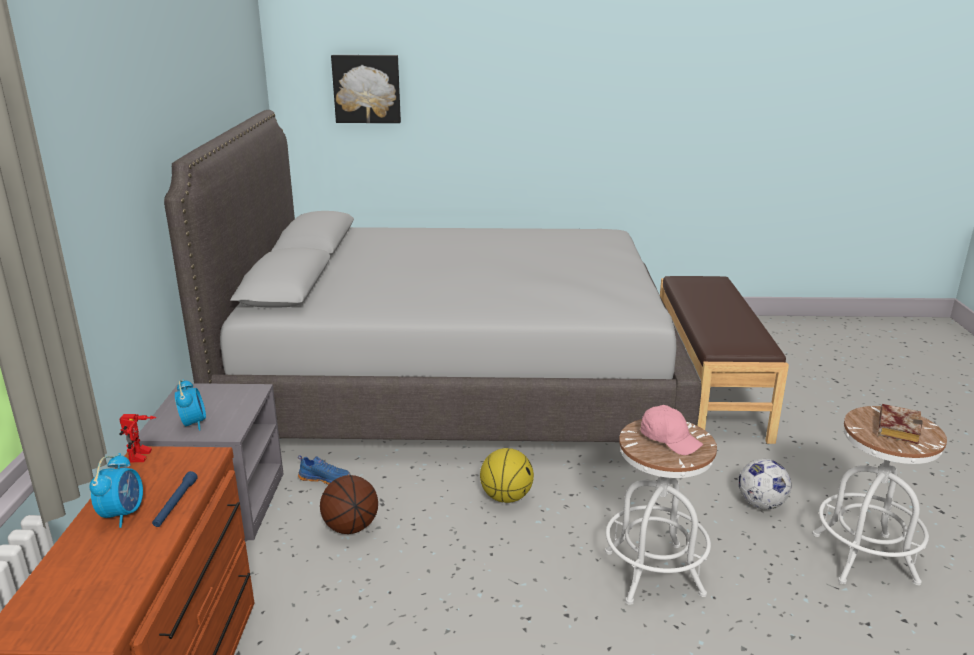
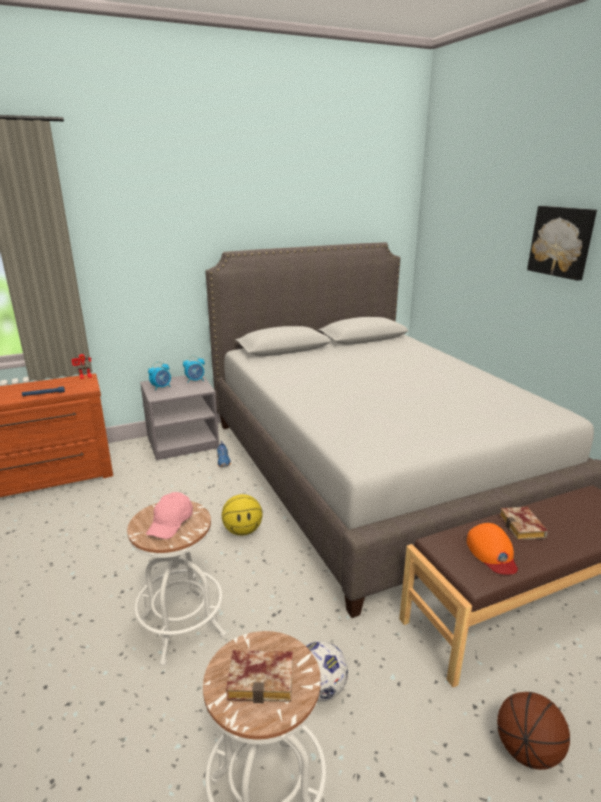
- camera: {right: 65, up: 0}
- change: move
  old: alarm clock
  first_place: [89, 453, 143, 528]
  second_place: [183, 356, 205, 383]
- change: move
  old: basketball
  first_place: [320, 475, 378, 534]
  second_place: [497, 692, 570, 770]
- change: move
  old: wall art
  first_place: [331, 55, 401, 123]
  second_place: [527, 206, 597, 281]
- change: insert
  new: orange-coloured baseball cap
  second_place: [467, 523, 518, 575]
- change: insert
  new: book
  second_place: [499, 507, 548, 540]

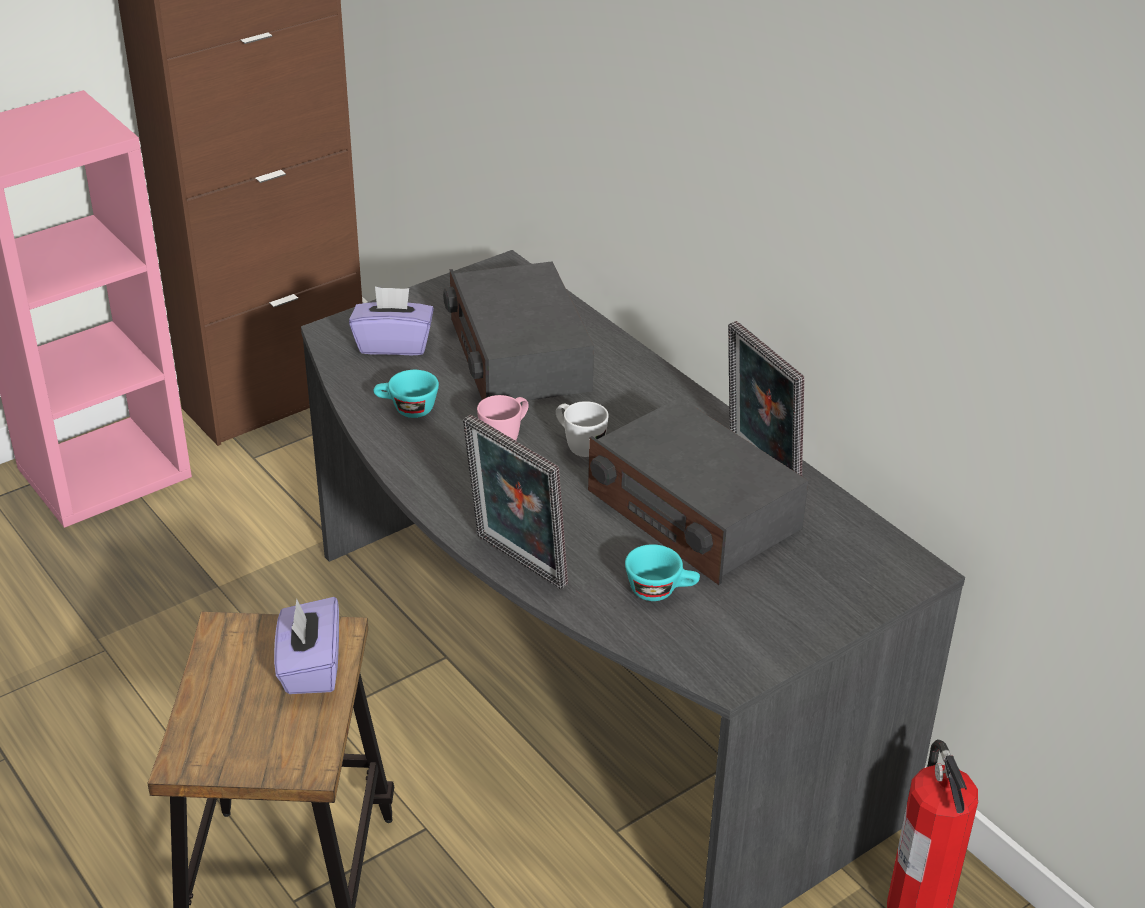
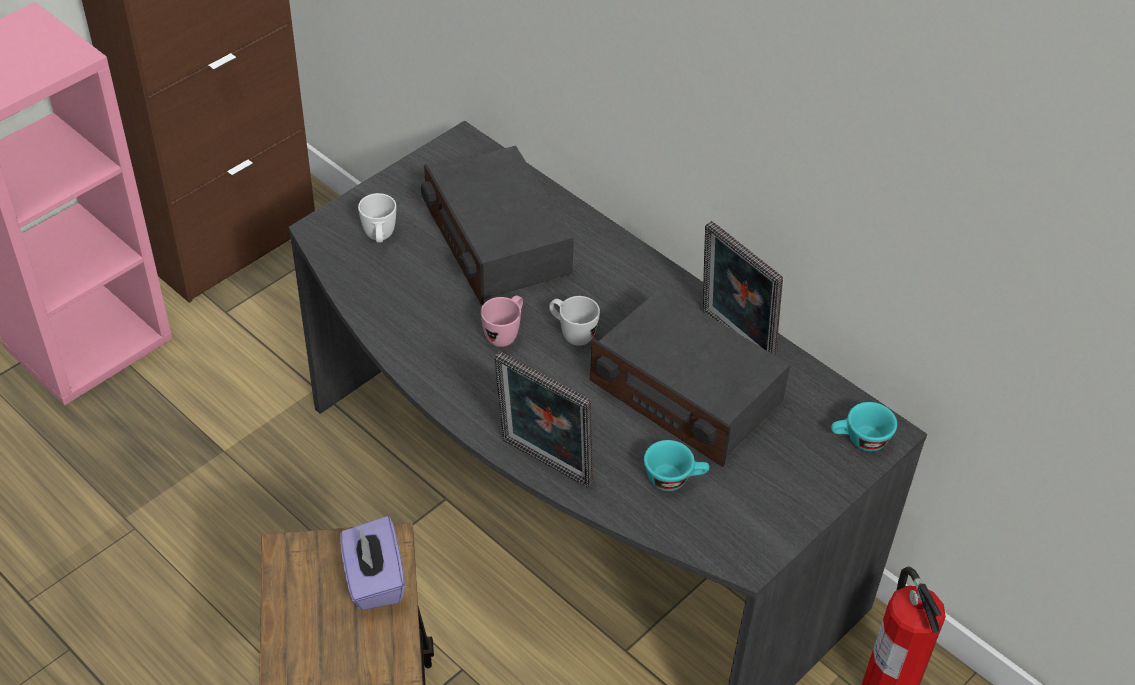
- camera: {right: -10, up: 10}
- change: replace
  old: purple tissue box
  new: whitish coffee mug
  first_place: [349, 287, 434, 355]
  second_place: [358, 193, 396, 243]
- change: move
  old: turquoise drinking cup
  first_place: [373, 370, 439, 418]
  second_place: [831, 402, 897, 452]

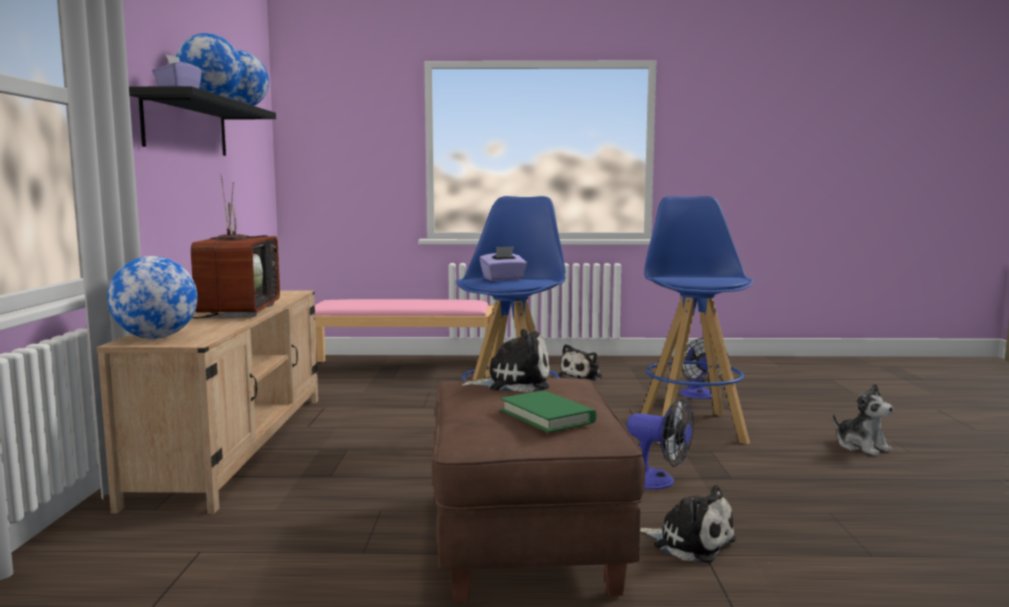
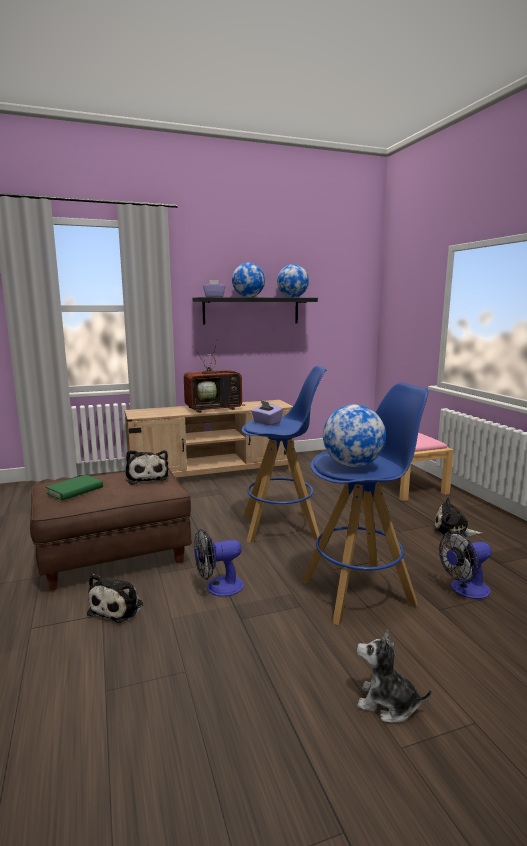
- camera: {right: 70, up: 5}
- change: move
  old: desk globe
  first_place: [107, 256, 198, 339]
  second_place: [323, 405, 386, 467]
- change: rotate
  old: fan
  first_place: [627, 398, 694, 489]
  second_place: [194, 529, 244, 597]
  degrees: 60
- change: rotate
  old: plush toy
  first_place: [833, 383, 893, 456]
  second_place: [357, 630, 432, 723]
  degrees: 75

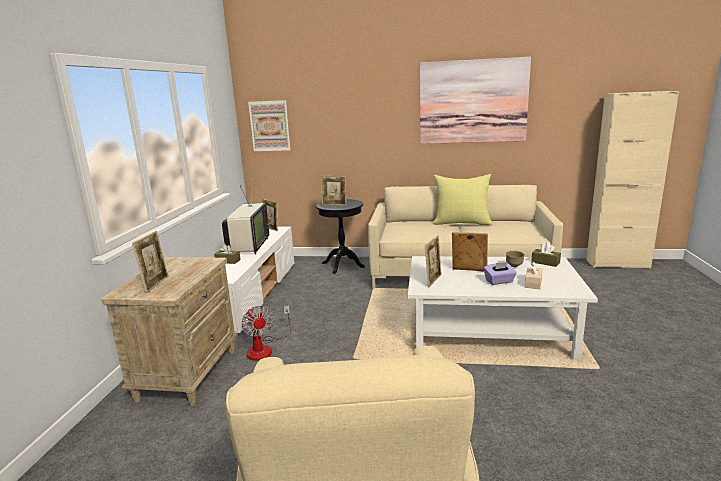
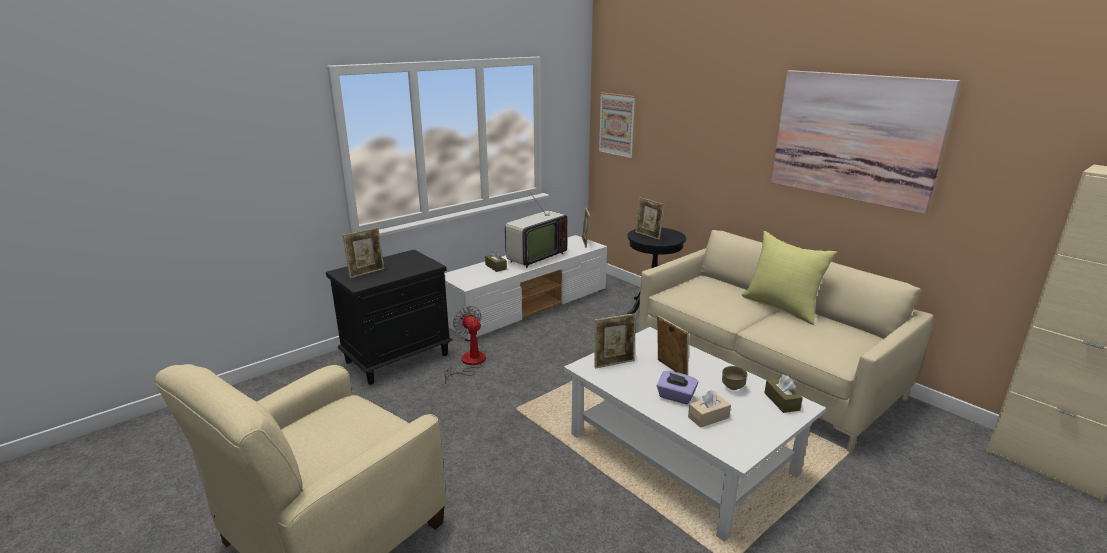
- camera: {right: 40, up: 5}
- change: recolor
  old: beige-coloured nightstand
  new: blackish nightstand
  first_place: [101, 257, 238, 406]
  second_place: [326, 250, 453, 385]
- change: rotate
  old: fan
  first_place: [241, 305, 291, 361]
  second_place: [443, 306, 486, 384]
  degrees: 135

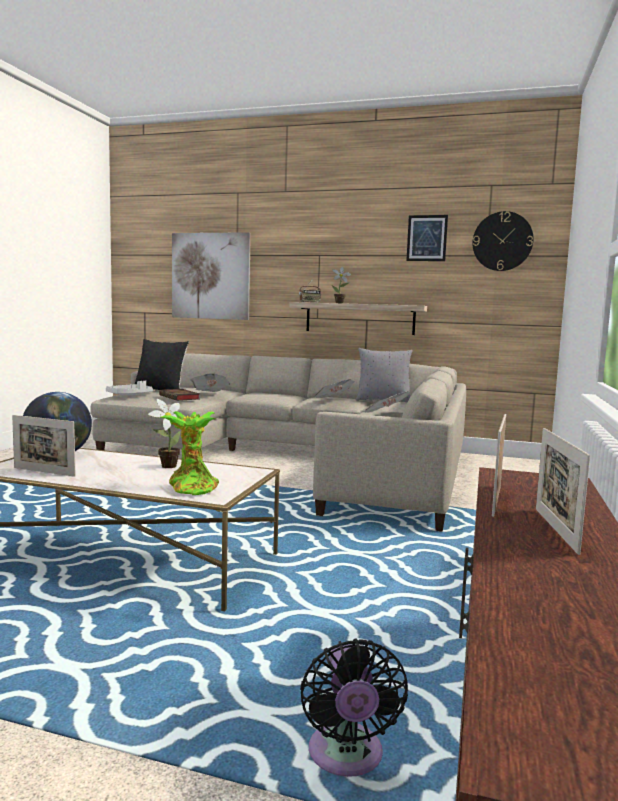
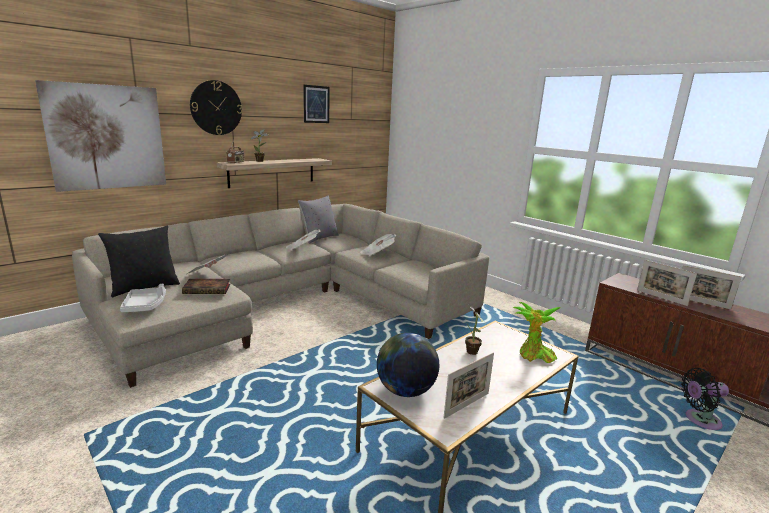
- camera: {right: -60, up: 10}
- change: rotate
  old: blackish fan
  first_place: [300, 639, 408, 777]
  second_place: [681, 368, 729, 430]
  degrees: 150
- change: move
  old: hanging clock
  first_place: [472, 211, 534, 271]
  second_place: [190, 80, 242, 135]

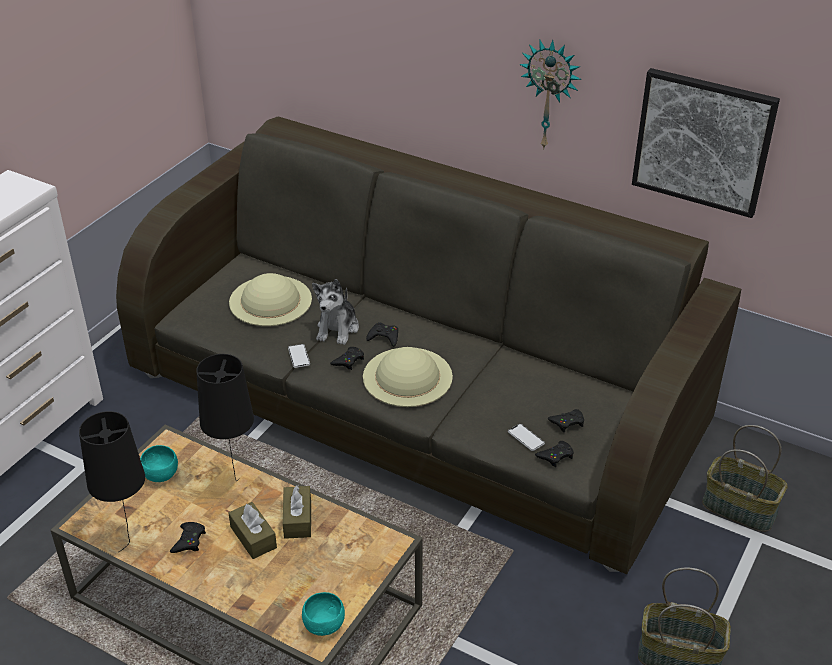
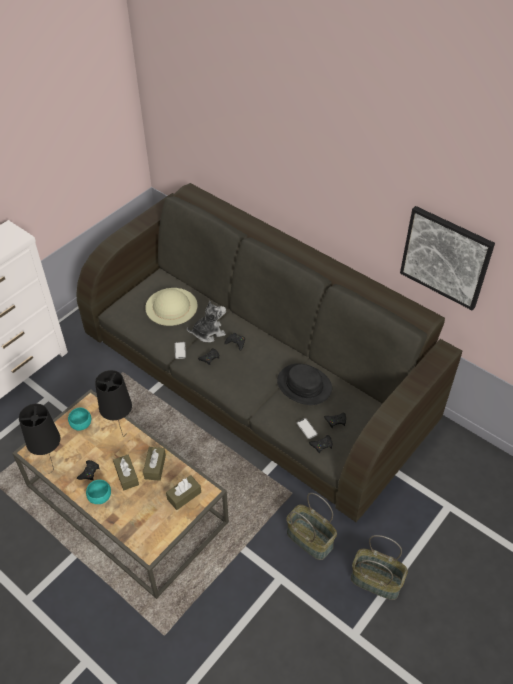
- camera: {right: 10, up: 10}
- change: move
  old: turquoise deep dish
  first_place: [302, 592, 345, 636]
  second_place: [86, 480, 111, 504]
- change: rotate
  old: plush toy
  first_place: [312, 279, 359, 345]
  second_place: [187, 301, 226, 342]
  degrees: -135
- change: delete
  old: beige-coloured wearable hat
  first_place: [363, 347, 453, 407]
- change: delete
  old: hanging clock
  first_place: [519, 39, 581, 150]
- change: move
  old: basket
  first_place: [702, 425, 788, 532]
  second_place: [286, 493, 337, 560]
- change: insert
  new: brown tissue box
  second_place: [166, 475, 201, 510]
- change: insert
  new: blackish wearable hat
  second_place: [277, 364, 332, 405]

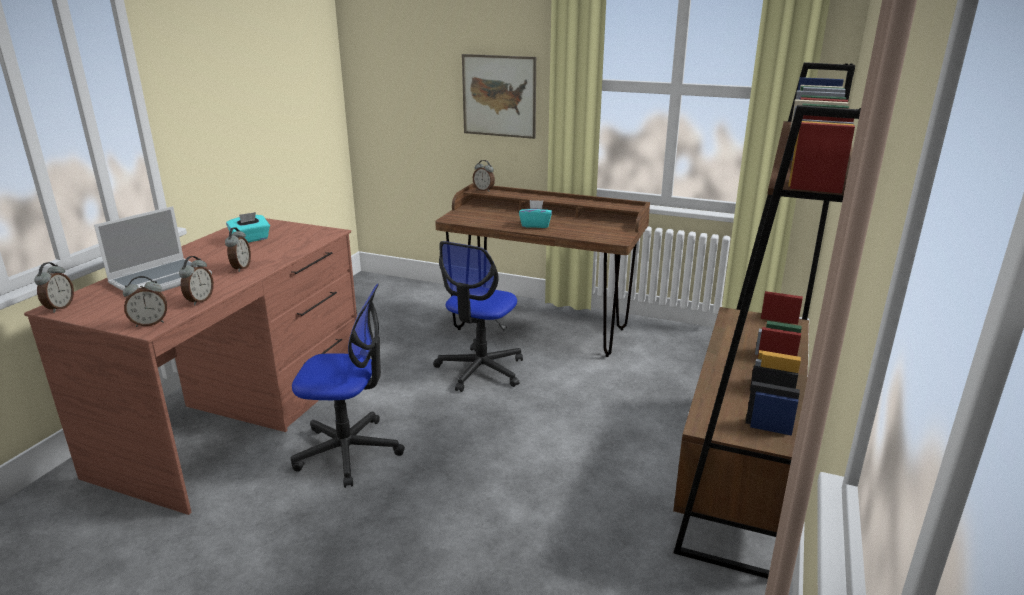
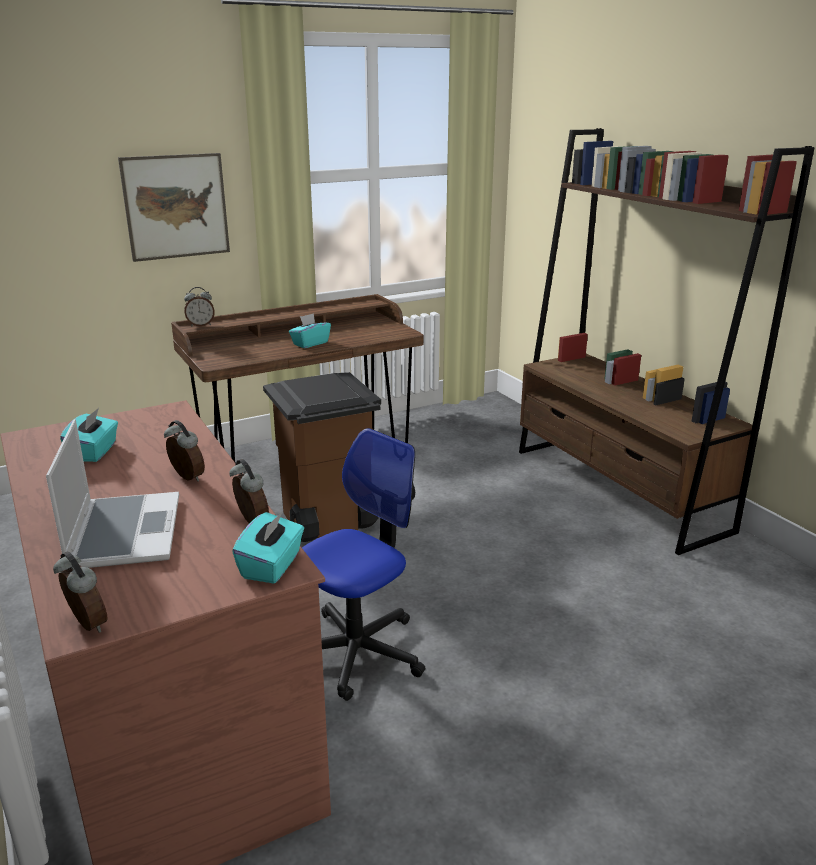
- camera: {right: -50, up: 0}
- change: replace
  old: alarm clock
  new: turquoise tissue box
  first_place: [123, 276, 167, 327]
  second_place: [232, 511, 304, 584]
- change: replace
  old: office chair
  new: brown waste bin
  first_place: [433, 241, 523, 392]
  second_place: [263, 372, 381, 542]

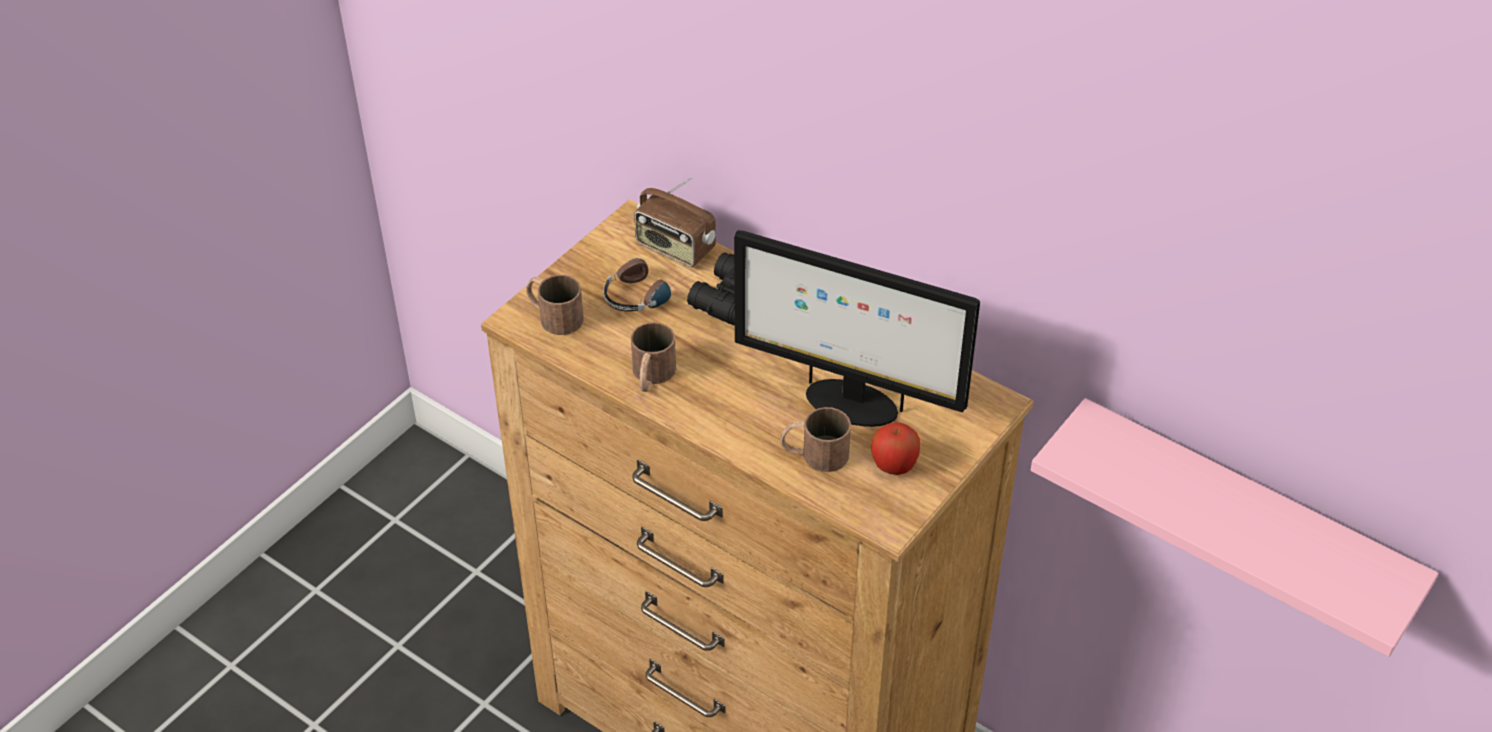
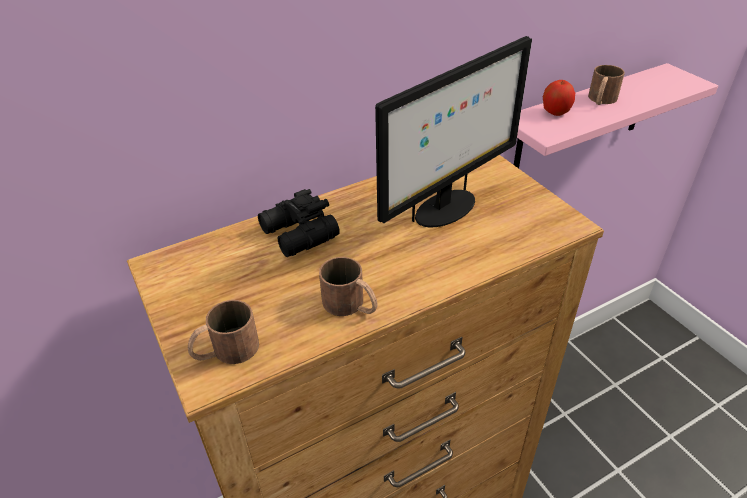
- camera: {right: -65, up: -5}
- change: delete
  old: pair of headphones
  first_place: [603, 258, 693, 312]
- change: delete
  old: radio set
  first_place: [634, 177, 716, 267]
- change: move
  old: brown coffee mug
  first_place: [780, 407, 851, 472]
  second_place: [588, 65, 625, 105]
- change: move
  old: apple
  first_place: [871, 423, 920, 475]
  second_place: [543, 80, 575, 116]

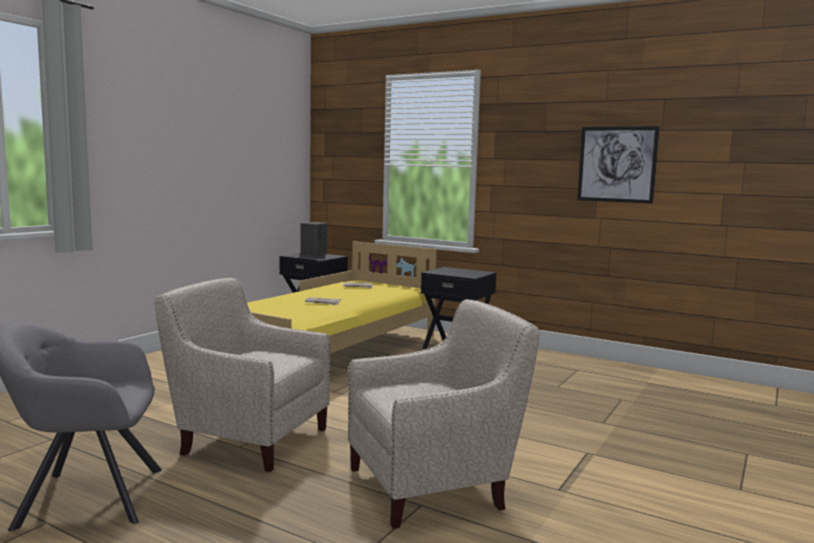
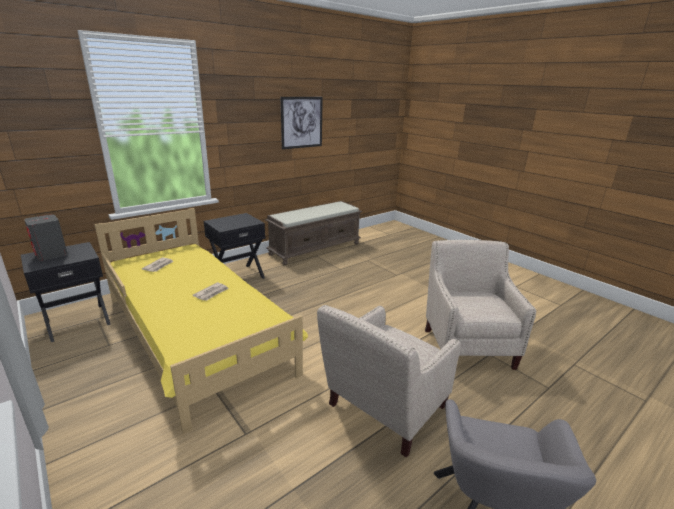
- camera: {right: -70, up: 15}
- change: insert
  new: brown long seat
  second_place: [265, 201, 363, 265]

